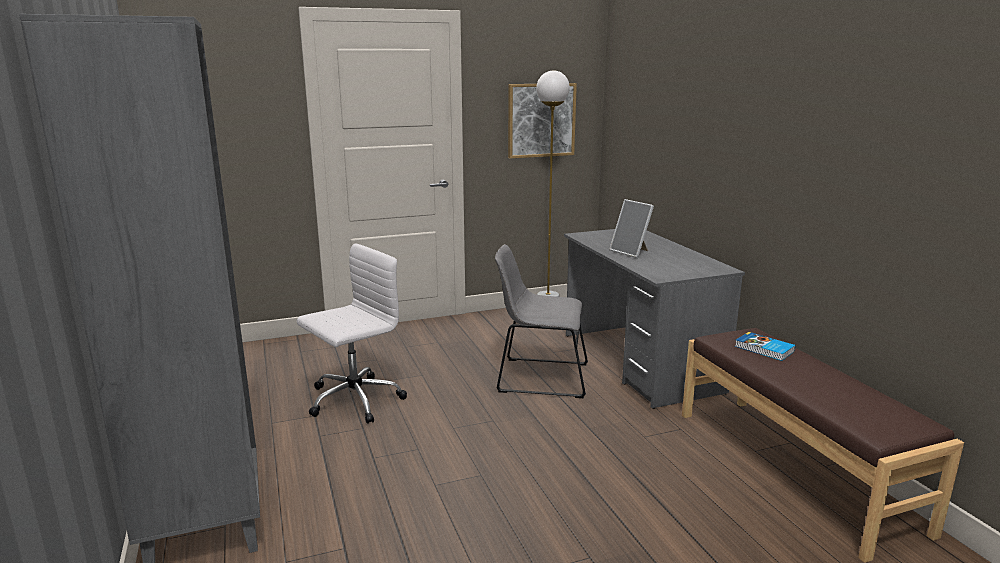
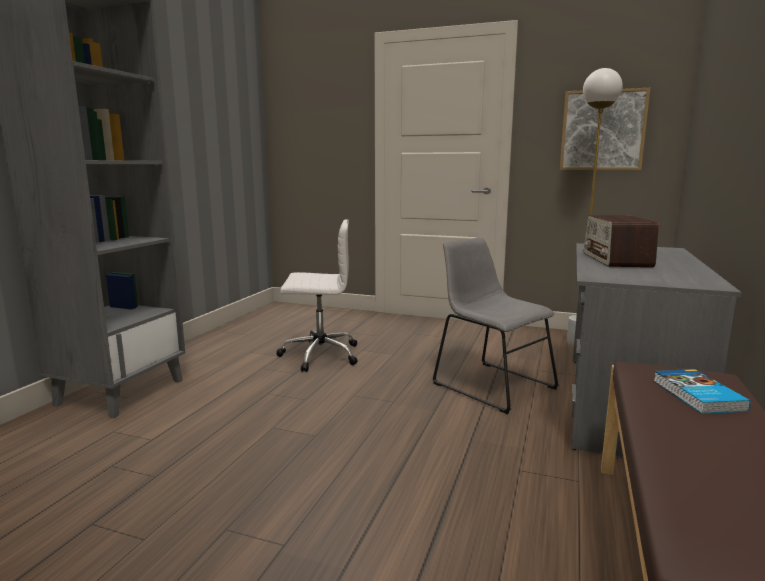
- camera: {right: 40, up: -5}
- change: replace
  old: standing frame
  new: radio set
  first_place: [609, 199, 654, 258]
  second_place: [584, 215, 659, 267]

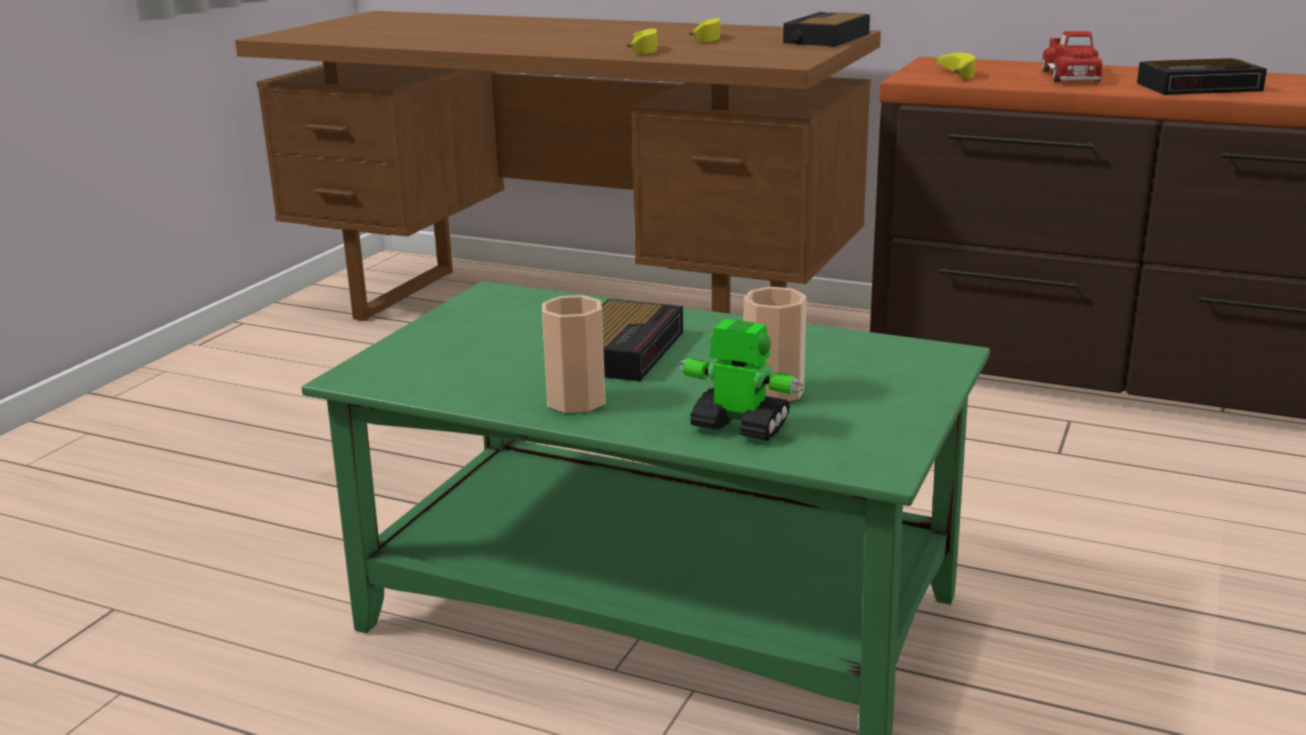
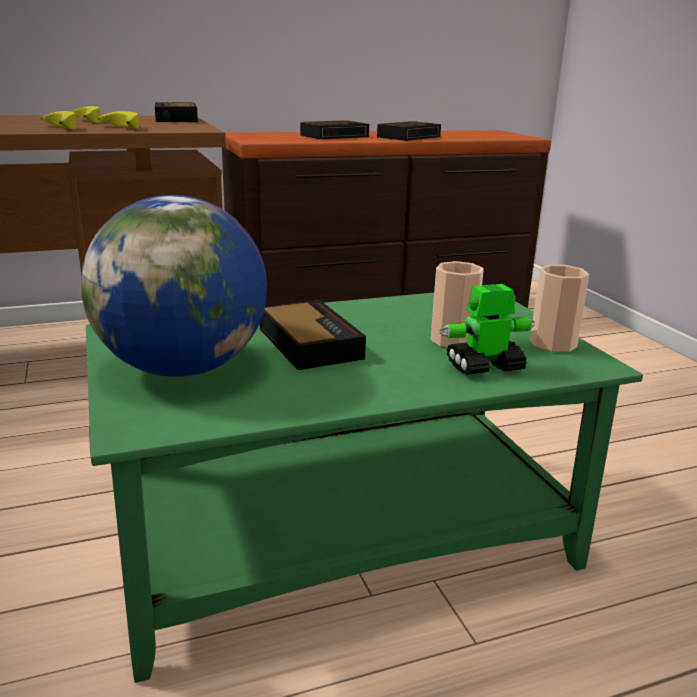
- camera: {right: -45, up: 0}
- change: move
  old: drinking cup
  first_place: [542, 295, 606, 413]
  second_place: [530, 265, 589, 352]
- change: move
  old: whole banana
  first_place: [934, 52, 975, 79]
  second_place: [97, 111, 139, 129]
- change: replace
  old: toy truck
  new: alarm clock
  first_place: [1042, 31, 1102, 82]
  second_place: [300, 120, 369, 139]
- change: insert
  new: desk globe
  second_place: [81, 195, 267, 377]

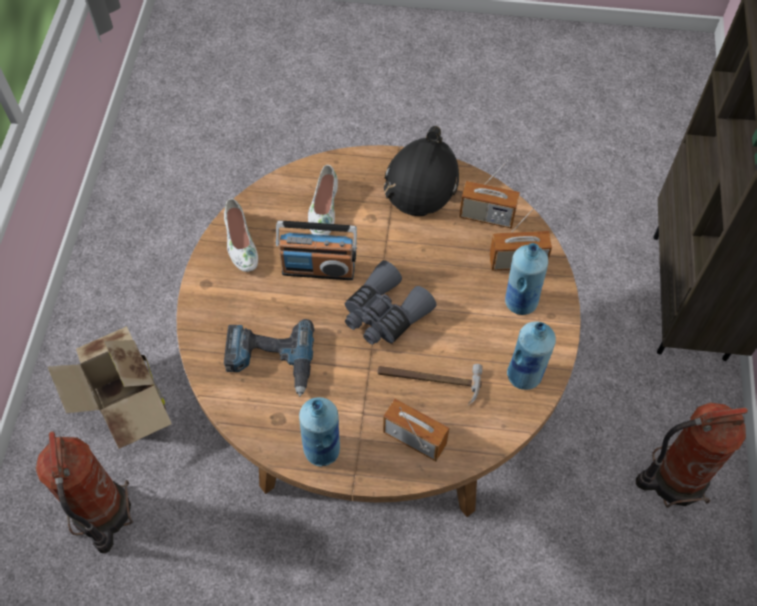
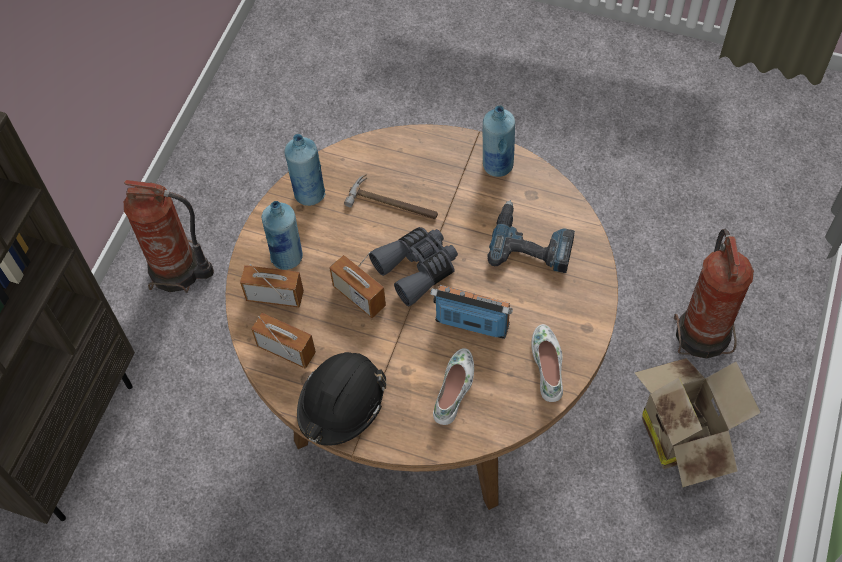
- camera: {right: -165, up: 0}
- change: move
  old: radio set
  first_place: [383, 399, 449, 461]
  second_place: [329, 252, 386, 318]

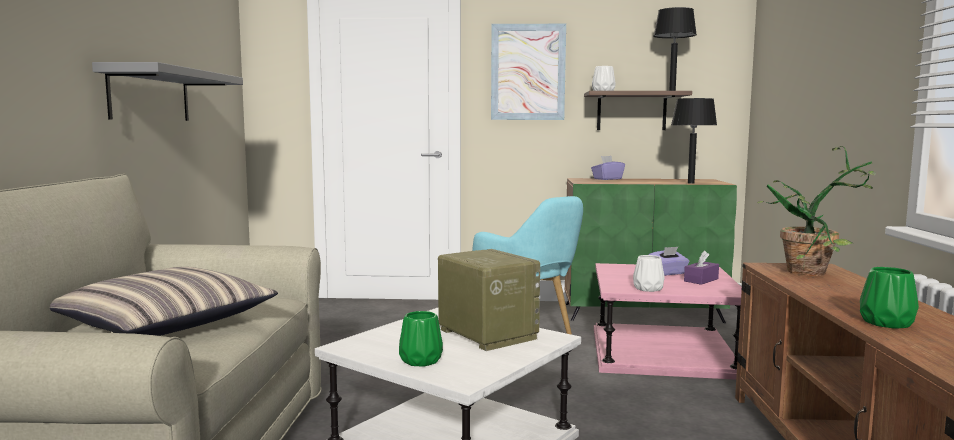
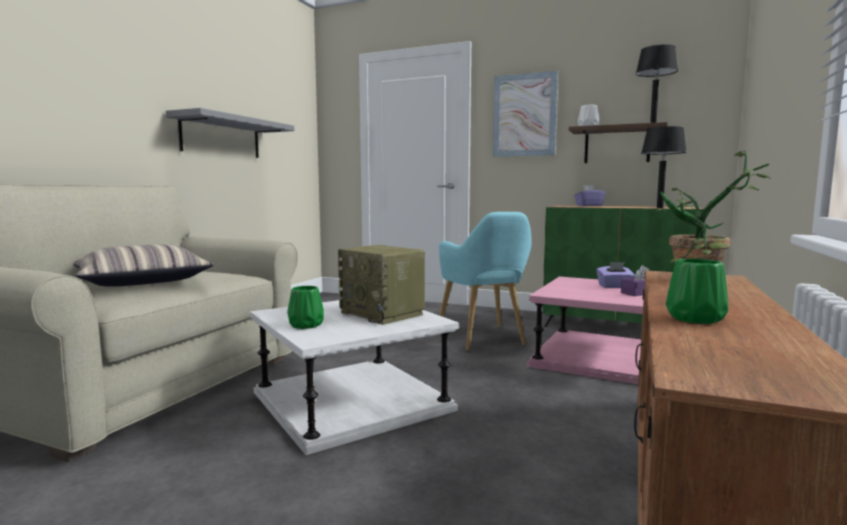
- camera: {right: 20, up: 0}
- change: rotate
  old: radio set
  first_place: [438, 249, 540, 351]
  second_place: [338, 245, 425, 325]
  degrees: 150
- change: delete
  old: whitish flower vase
  first_place: [633, 255, 665, 292]

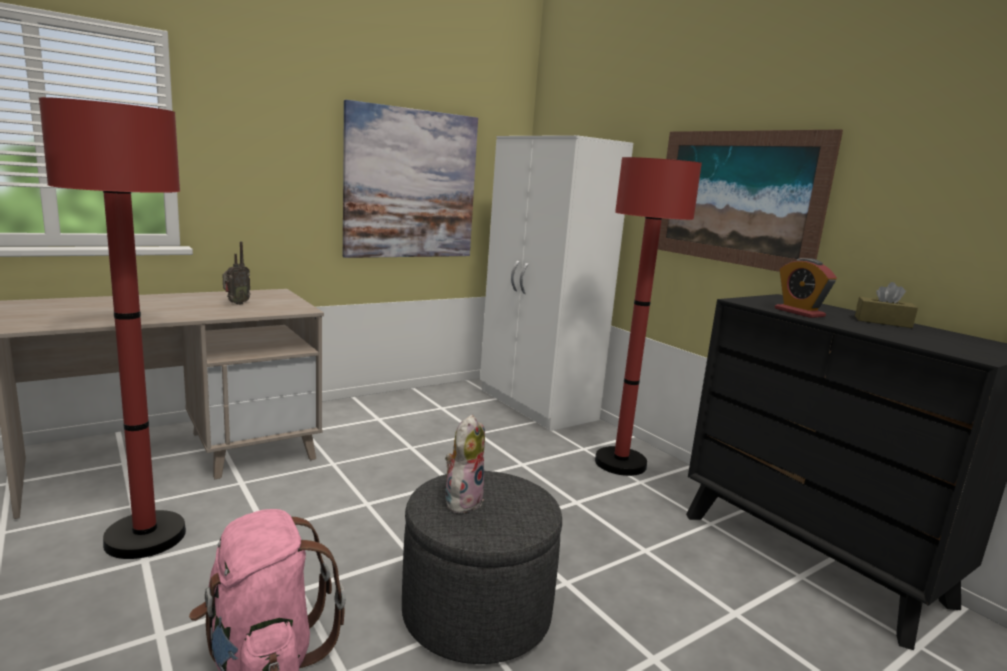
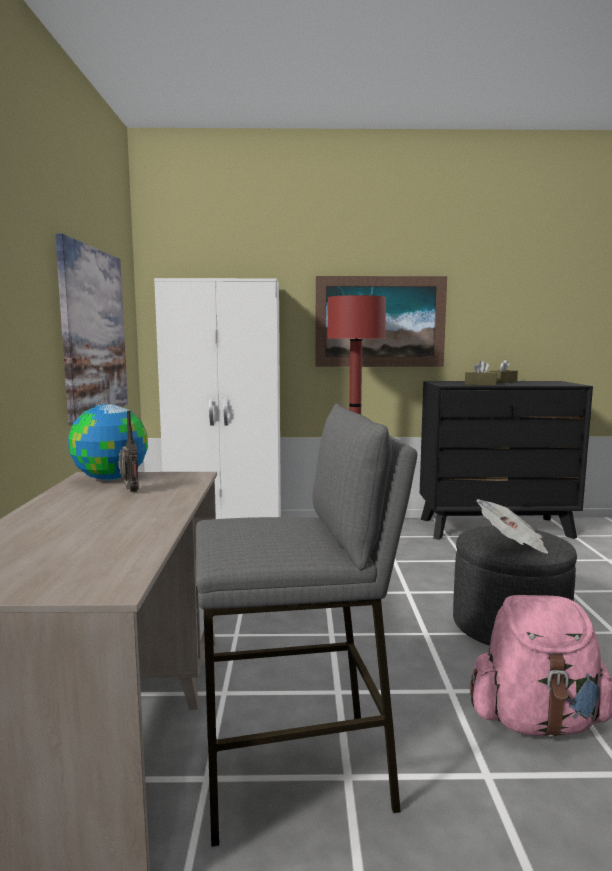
- camera: {right: -55, up: -5}
- change: replace
  old: red-coloured floor lamp
  new: gray stool seat
  first_place: [39, 97, 186, 559]
  second_place: [196, 403, 418, 847]
- change: replace
  old: plush toy
  new: daily paper
  first_place: [445, 415, 485, 513]
  second_place: [476, 499, 549, 554]
- change: replace
  old: alarm clock
  new: brown tissue box
  first_place: [775, 258, 837, 318]
  second_place: [465, 361, 497, 385]
- change: insert
  new: desk globe
  second_place: [68, 404, 148, 481]

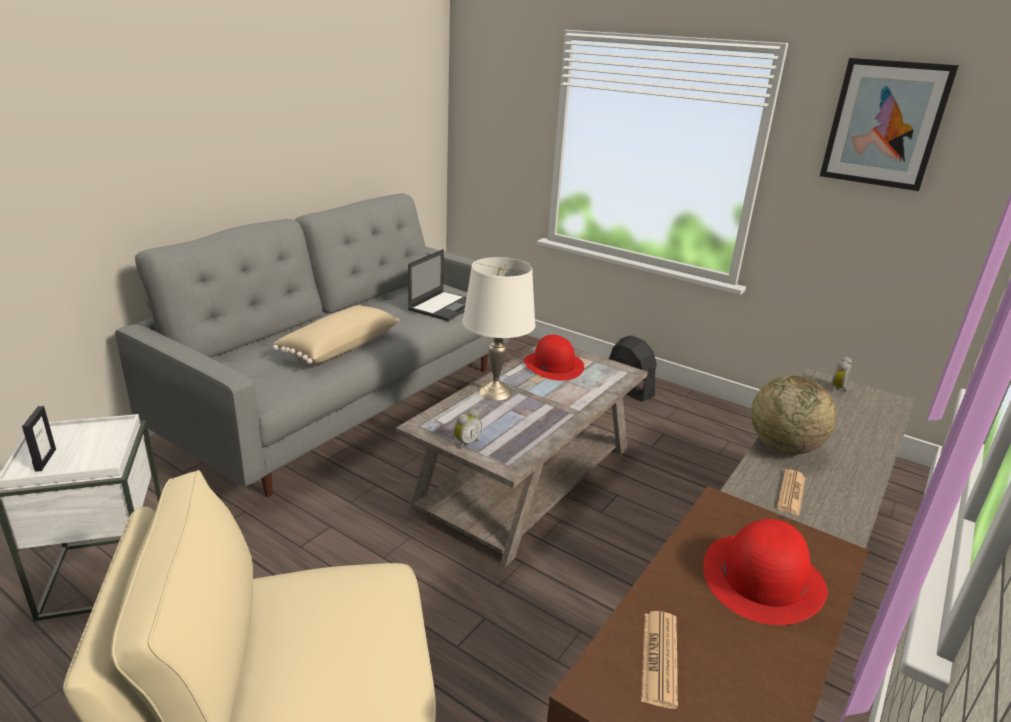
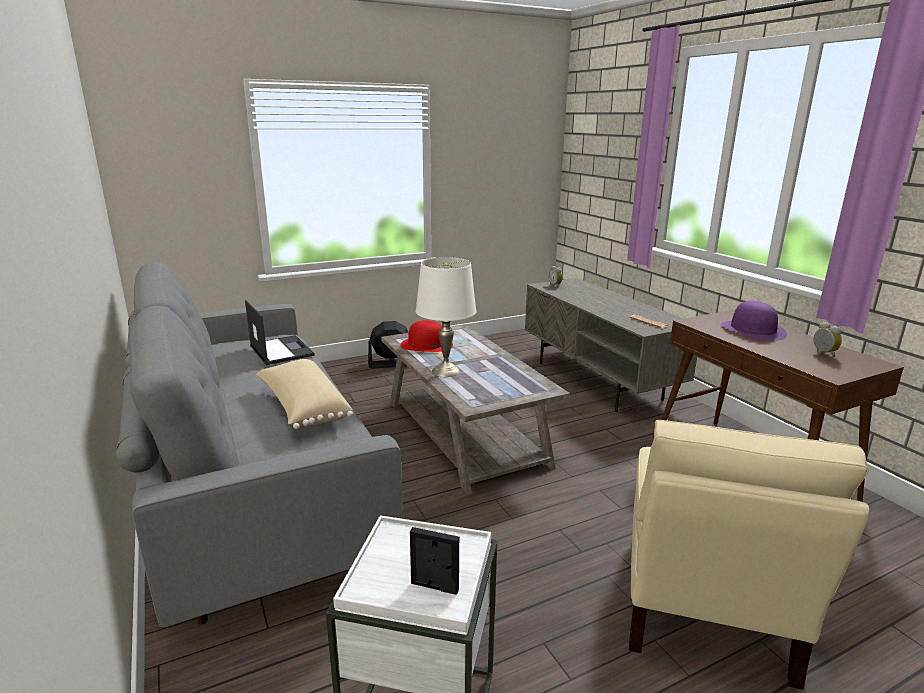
- camera: {right: -60, up: -5}
- change: move
  old: alarm clock
  first_place: [454, 409, 482, 449]
  second_place: [813, 322, 842, 357]
- change: delete
  old: daily paper
  first_place: [641, 611, 678, 709]
- change: recolor
  old: red-coloured wearable hat
  new: purple wearable hat
  first_place: [703, 519, 827, 625]
  second_place: [721, 301, 787, 341]
- change: delete
  old: desk globe
  first_place: [751, 375, 836, 455]
- change: delete
  old: wall art
  first_place: [820, 58, 959, 191]

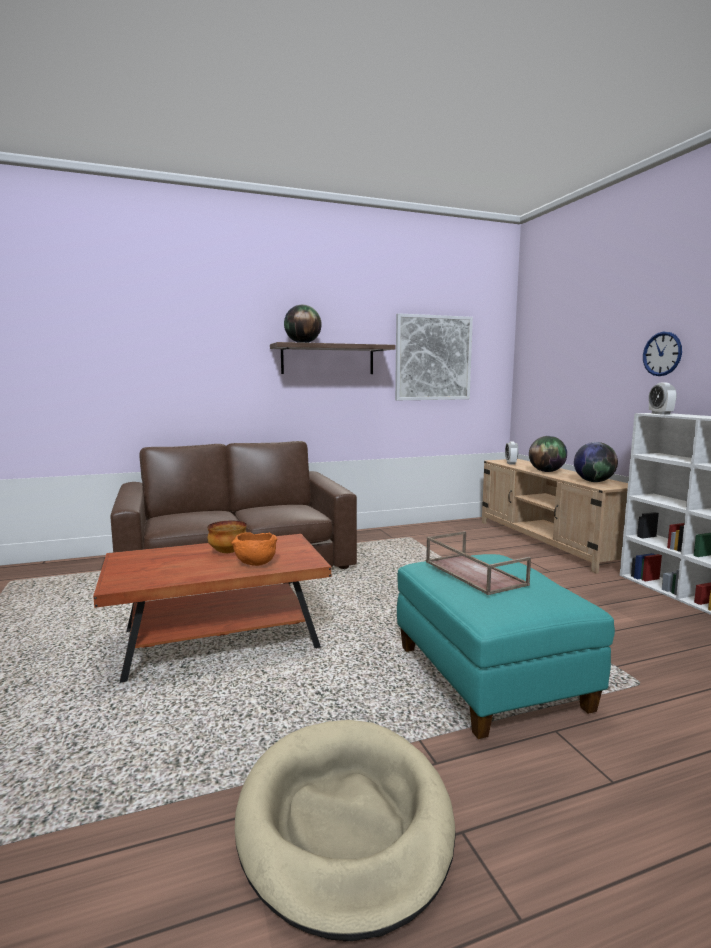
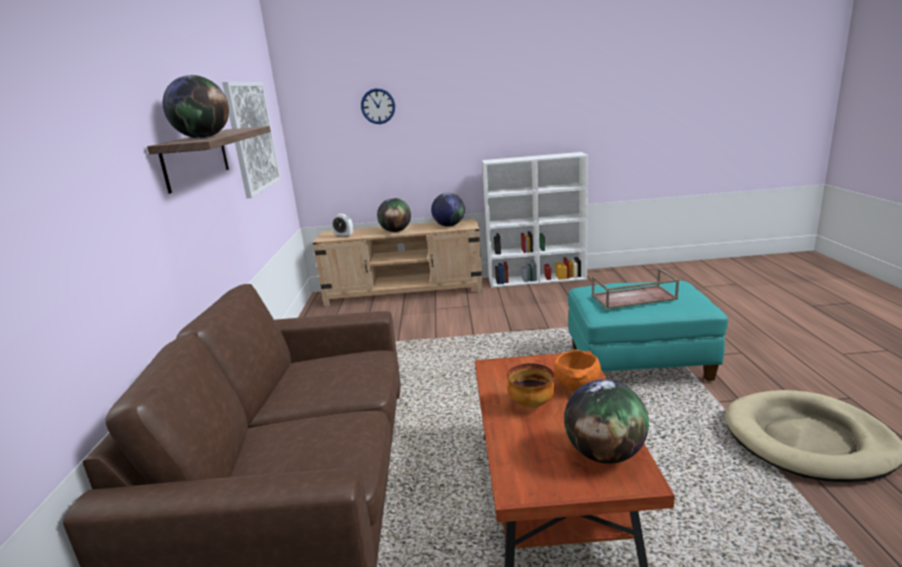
- camera: {right: -70, up: 10}
- change: move
  old: hanging clock
  first_place: [643, 332, 682, 376]
  second_place: [361, 88, 395, 124]
- change: delete
  old: alarm clock
  first_place: [649, 383, 677, 415]
- change: insert
  new: desk globe
  second_place: [564, 380, 649, 464]

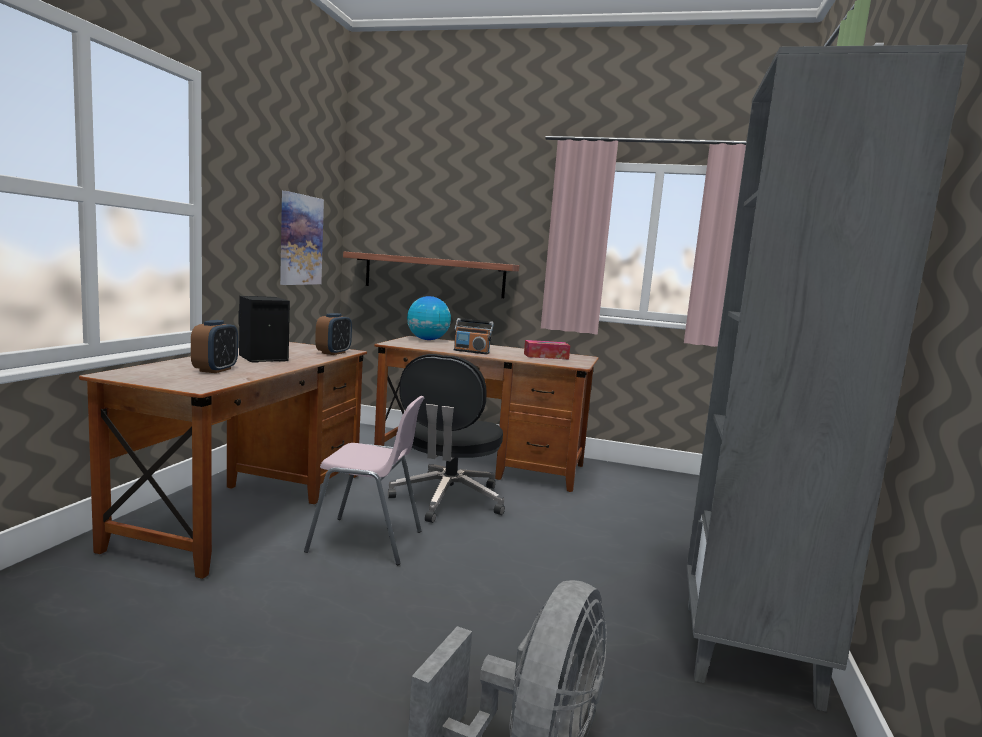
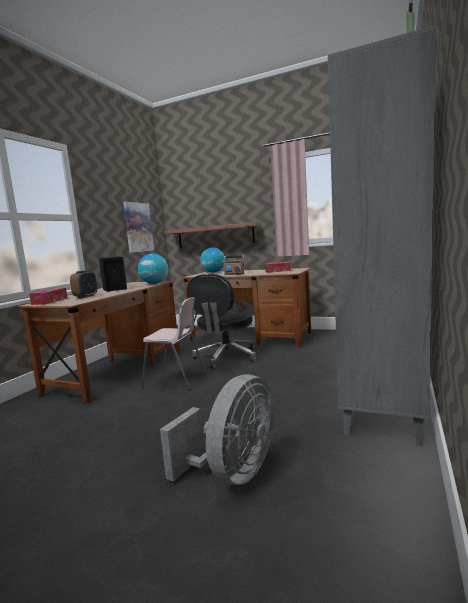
- camera: {right: 10, up: 0}
- change: replace
  old: alarm clock
  new: desk globe
  first_place: [315, 313, 352, 355]
  second_place: [138, 254, 168, 284]
- change: insert
  new: tissue box
  second_place: [29, 288, 67, 305]

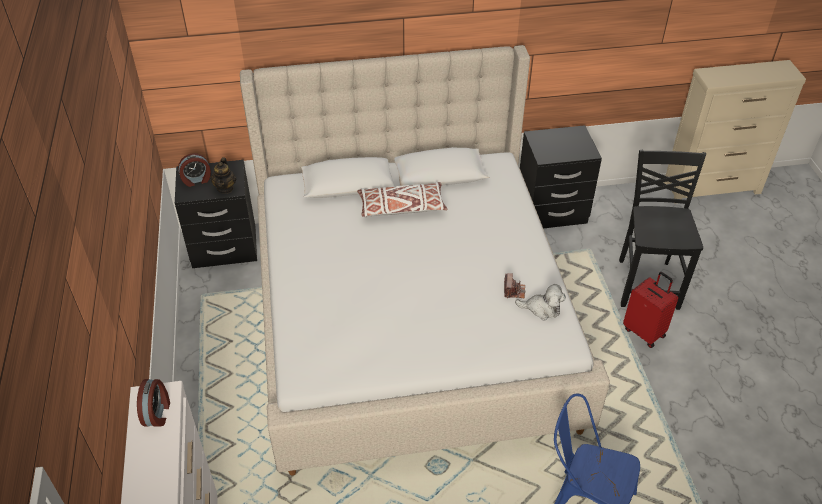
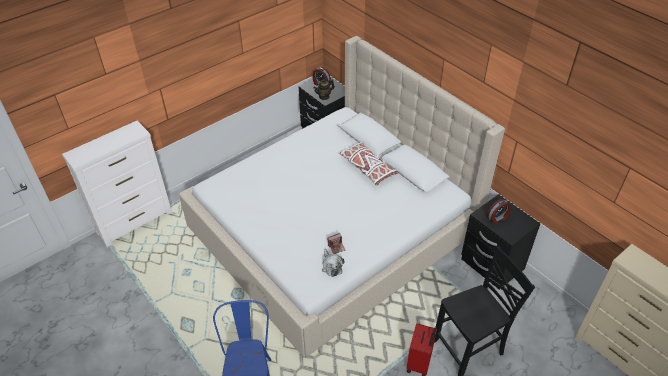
- camera: {right: 60, up: 0}
- change: move
  old: alarm clock
  first_place: [137, 379, 170, 427]
  second_place: [487, 199, 511, 225]

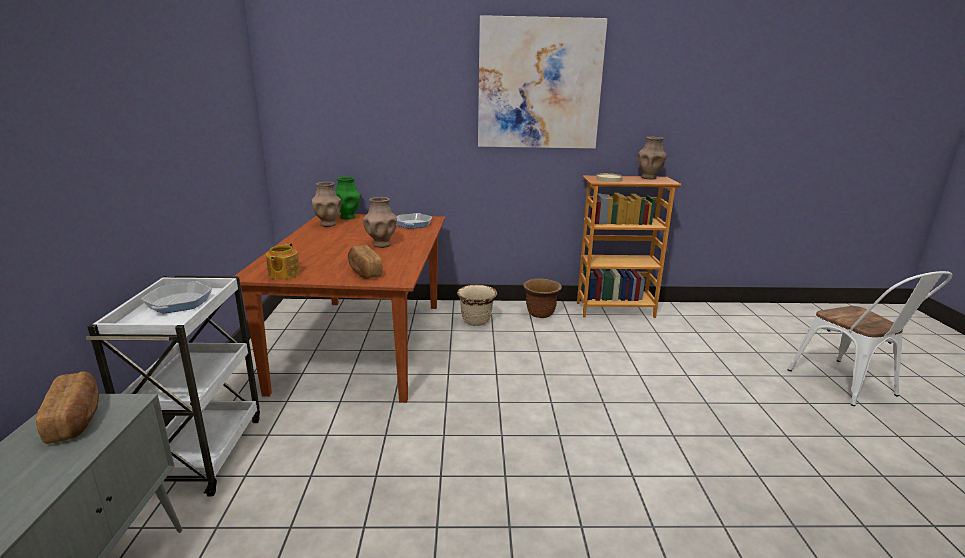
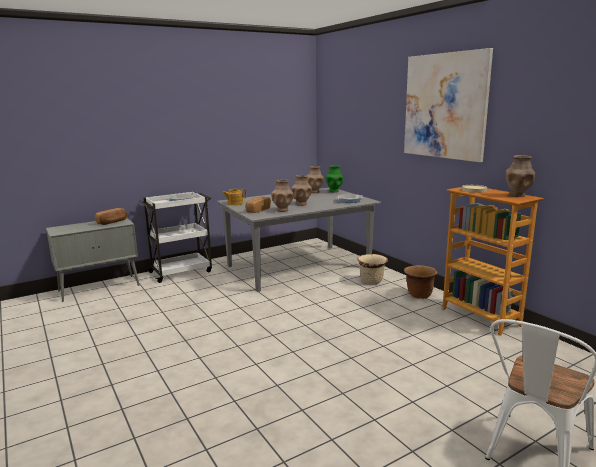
- camera: {right: 60, up: -5}
- change: recolor
  old: brown kitchen table
  new: gray kitchen table
  first_place: [235, 213, 445, 403]
  second_place: [217, 188, 381, 292]
- change: insert
  new: brown flower vase
  second_place: [271, 179, 294, 212]

